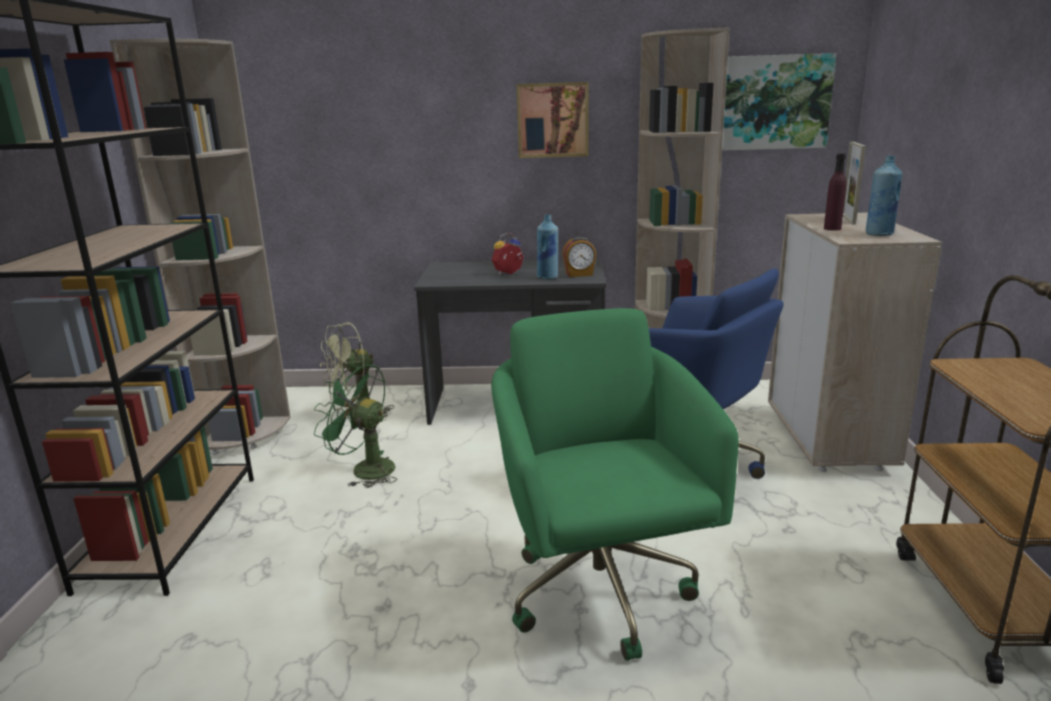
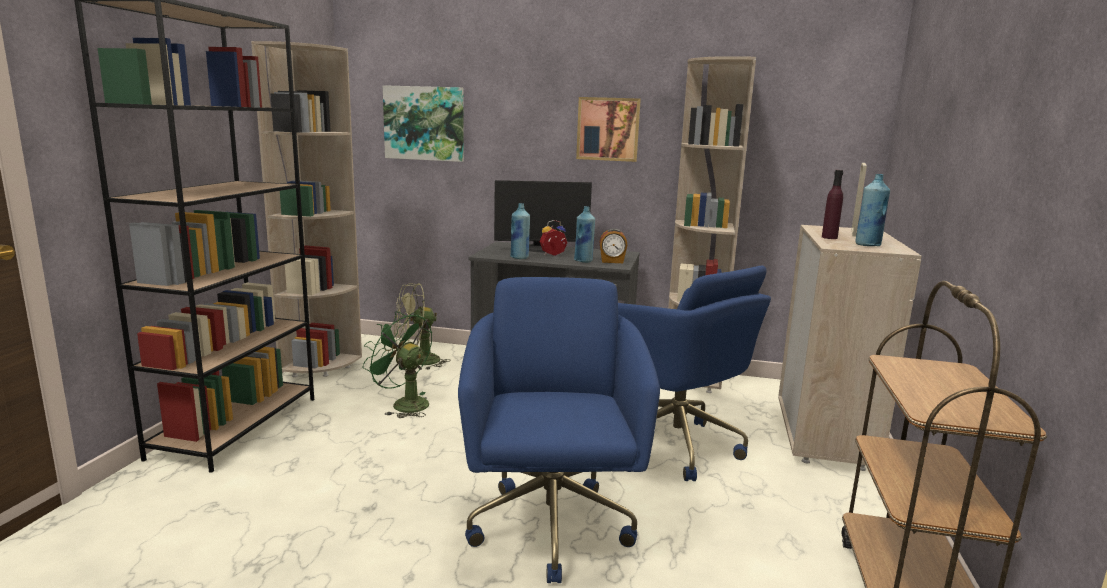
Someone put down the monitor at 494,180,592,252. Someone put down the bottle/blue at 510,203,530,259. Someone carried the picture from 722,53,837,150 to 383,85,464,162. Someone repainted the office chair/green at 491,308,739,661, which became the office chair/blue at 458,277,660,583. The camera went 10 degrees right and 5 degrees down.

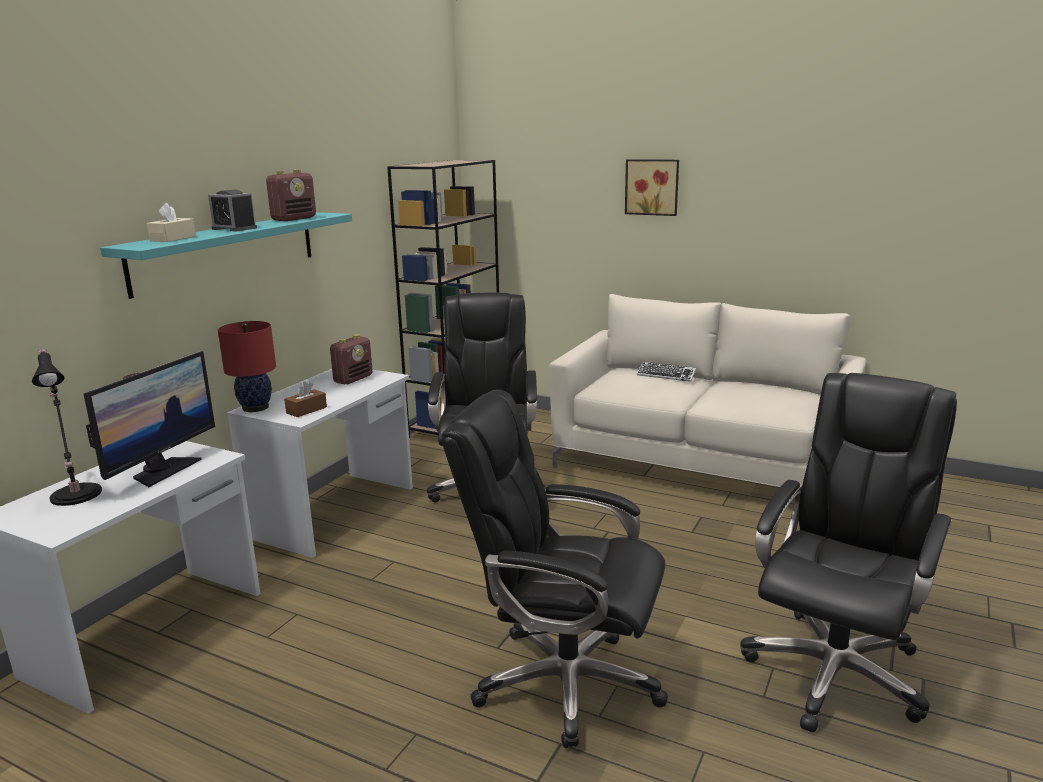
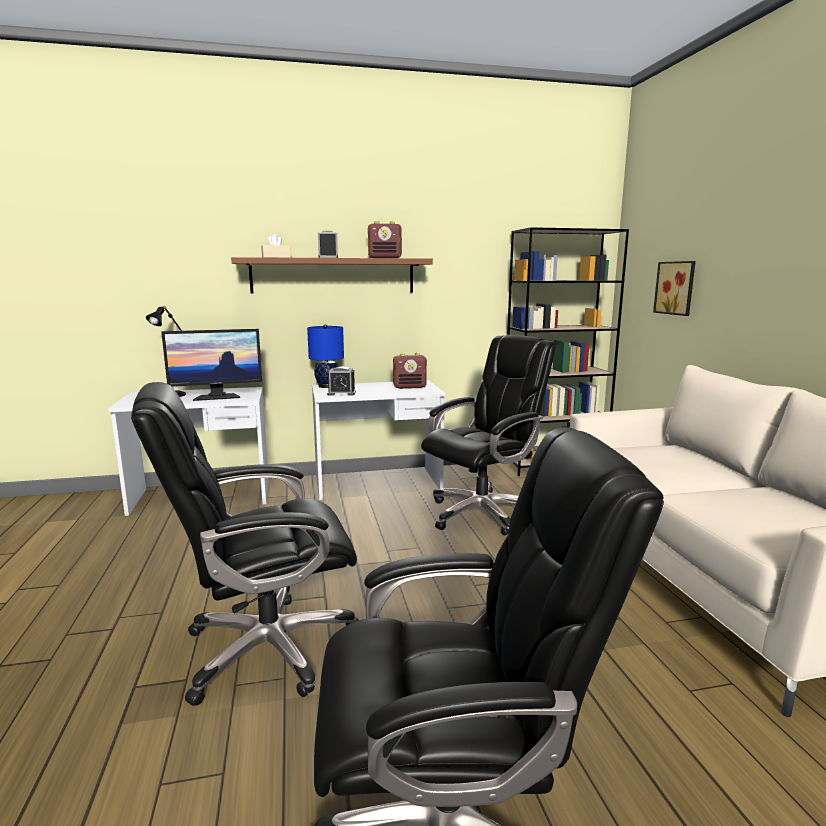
Someone took away the keyboard at 637,362,696,382. Someone carried the picture from 625,159,679,216 to 653,261,696,316. Someone swapped the tissue box/brown at 284,381,327,417 for the alarm clock at 327,366,356,395. Someone repainted the shelf/turquoise at 100,212,352,299, which became the shelf/brown at 231,257,433,294. Someone repainted the table lamp/red at 218,321,276,412, which became the table lamp/blue at 307,324,344,388. Someone rotated the office chair/black at 441,390,668,748 by 90 degrees counterclockwise. The camera went 50 degrees right and 5 degrees down.

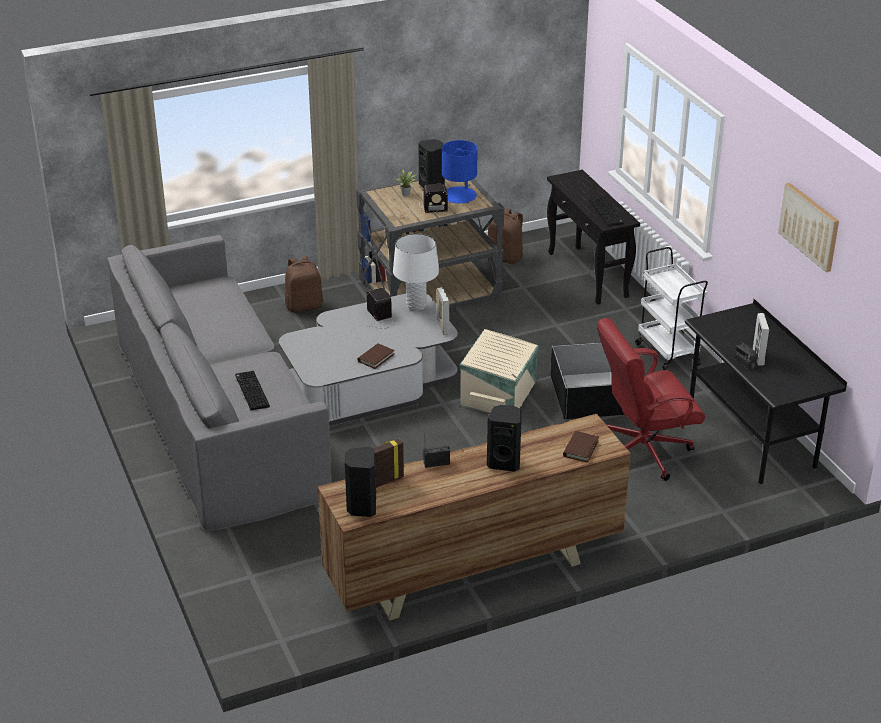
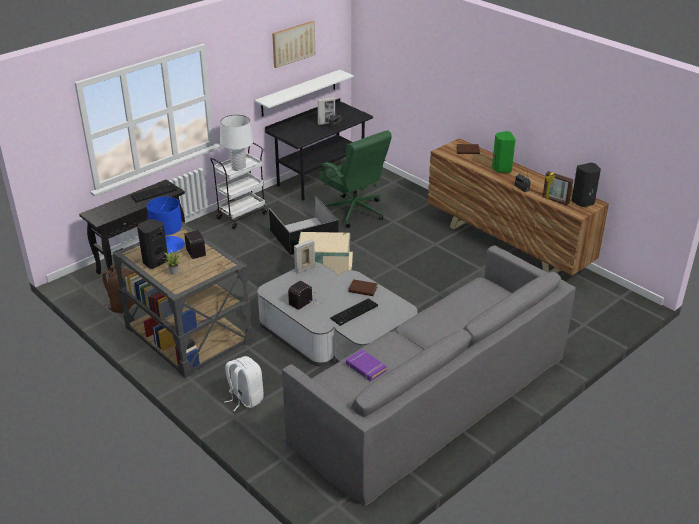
Someone put up the shelf/white at 255,70,354,117. Someone put down the book/purple at 346,350,387,381. Someone carried the keyboard from 235,371,270,410 to 331,298,378,326. Someone carried the table lamp/white from 393,233,439,311 to 220,115,254,171. Someone repainted the backpack/brown at 285,256,323,313, which became the backpack/white at 224,356,264,411. Someone repainted the speaker/black at 487,405,521,472, which became the speaker/green at 492,131,516,173. Someone repainted the office chair/red at 597,318,705,481, which became the office chair/green at 319,130,392,228. The camera went 110 degrees left and 0 degrees up.

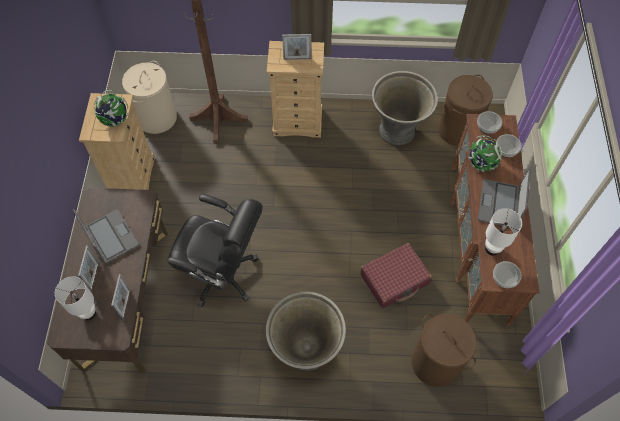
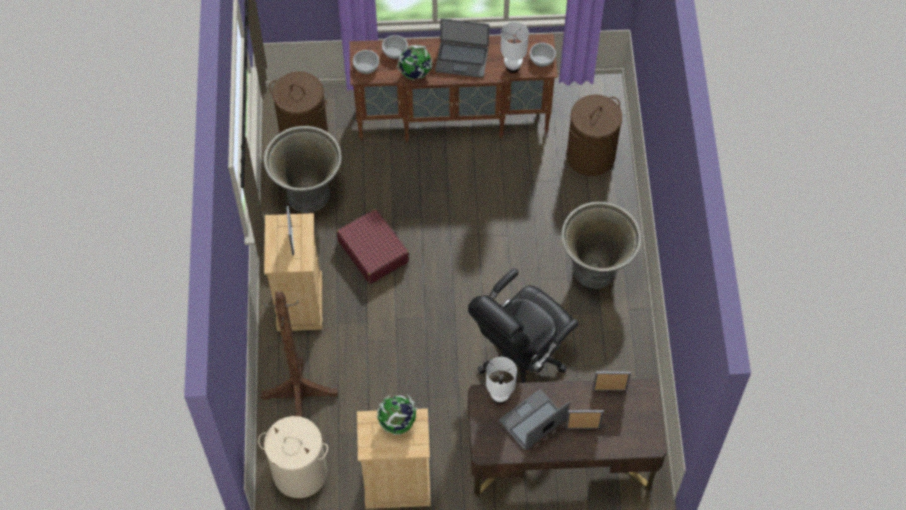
Someone carried the table lamp/white from 55,276,96,320 to 486,357,517,404. Someone carried the suitcase/red from 360,243,432,308 to 337,209,409,284. Someone rotated the office chair/black at 167,194,263,308 by 150 degrees counterclockwise. The camera went 95 degrees left and 0 degrees up.

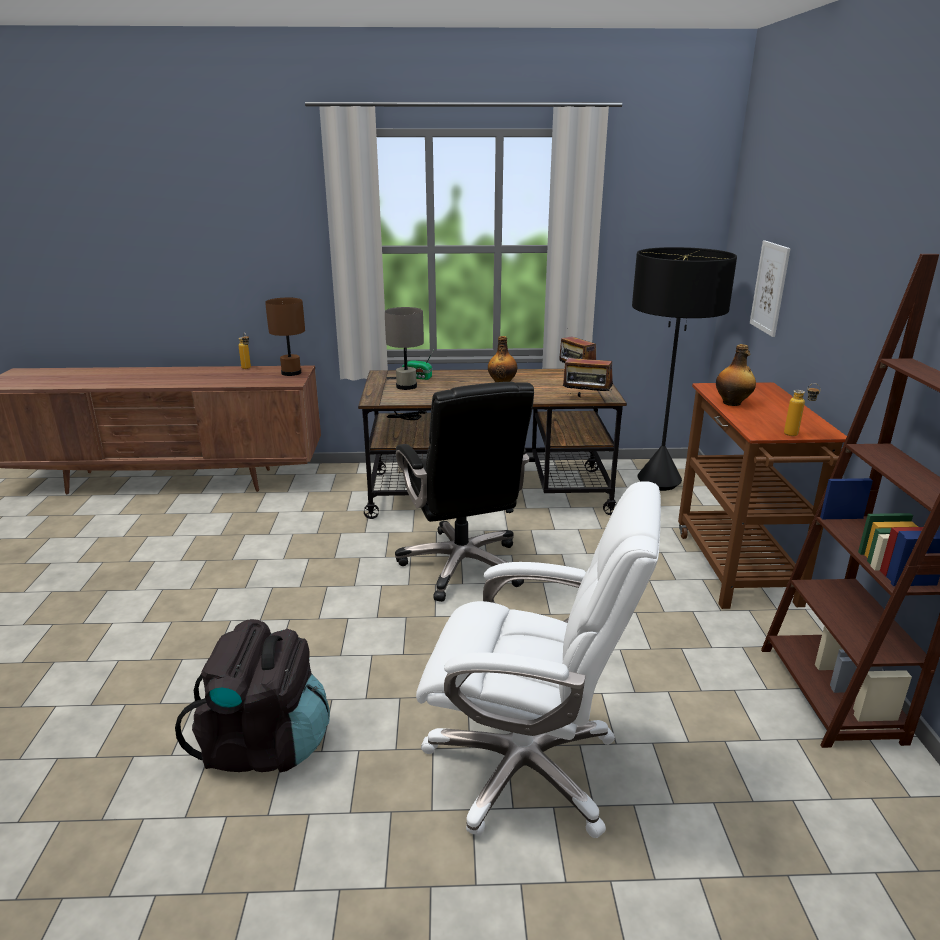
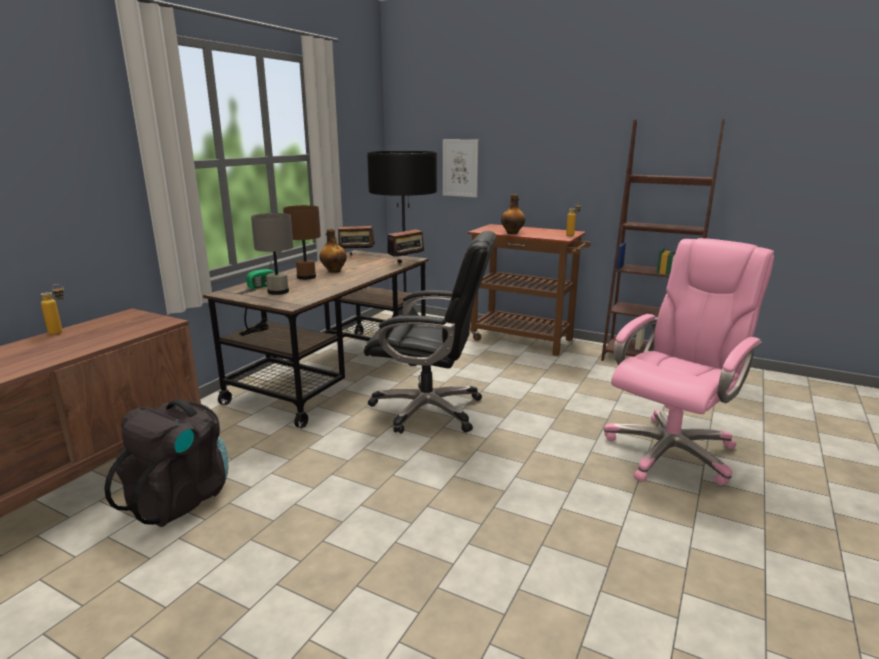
Someone carried the backpack/black from 175,619,330,773 to 104,399,228,527. Someone carried the table lamp/brown from 265,298,305,376 to 283,205,321,280. Someone repainted the office chair/white at 416,481,661,838, which became the office chair/pink at 604,238,774,485. The camera went 60 degrees left and 5 degrees down.

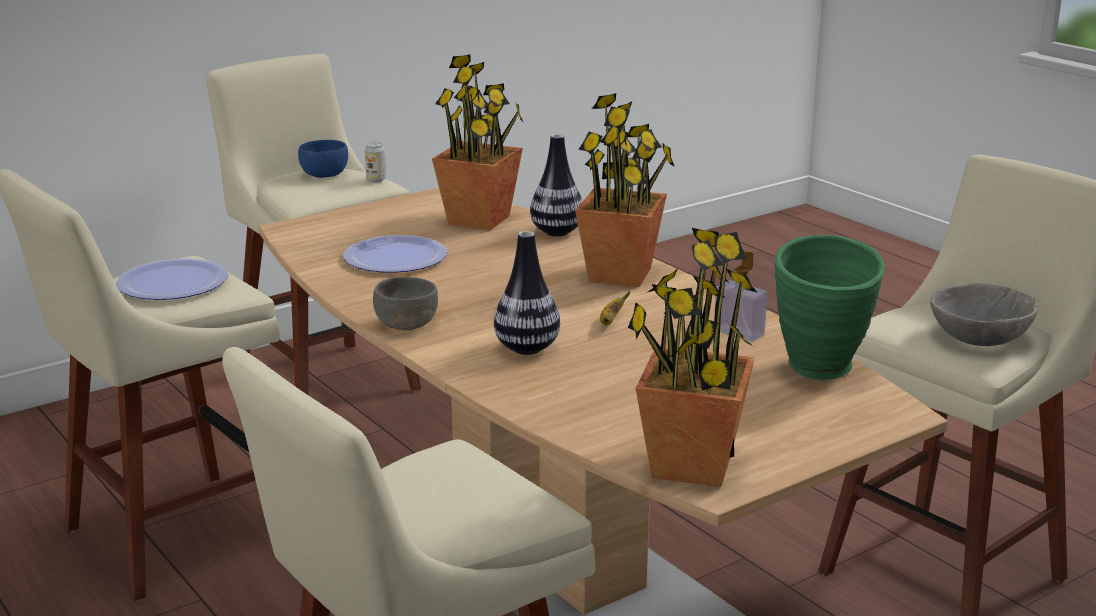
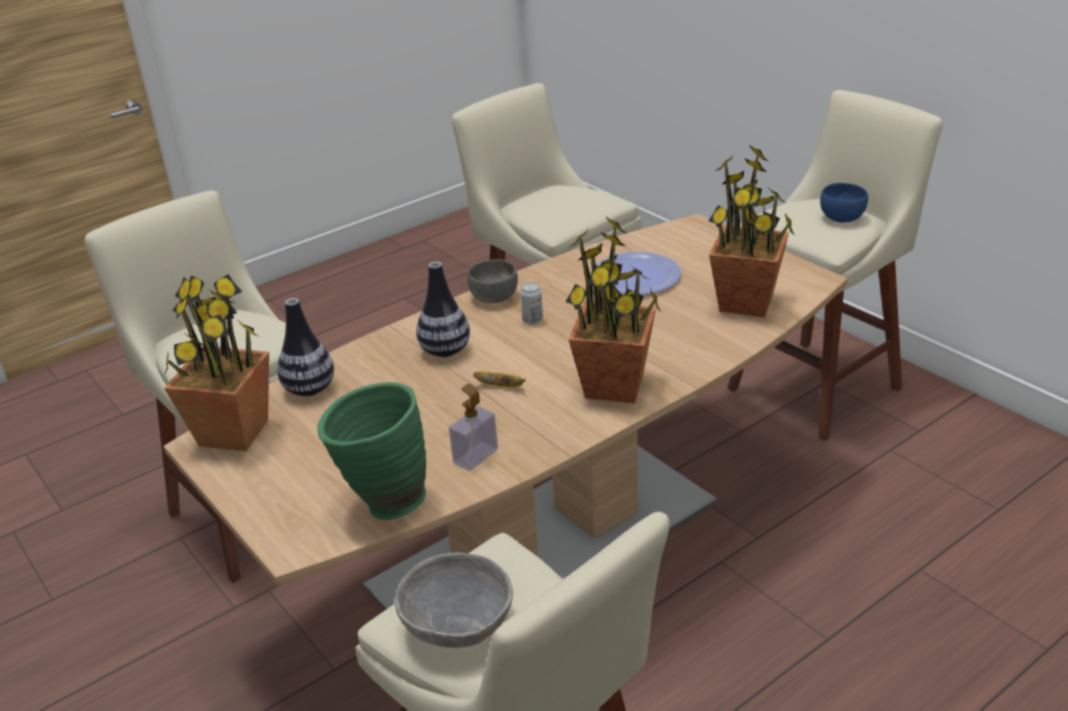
Someone took away the plate at 116,258,228,300. Someone carried the can from 365,142,386,182 to 520,283,543,324. Someone carried the vase from 530,134,583,236 to 277,298,334,396. The camera went 90 degrees right and 10 degrees up.

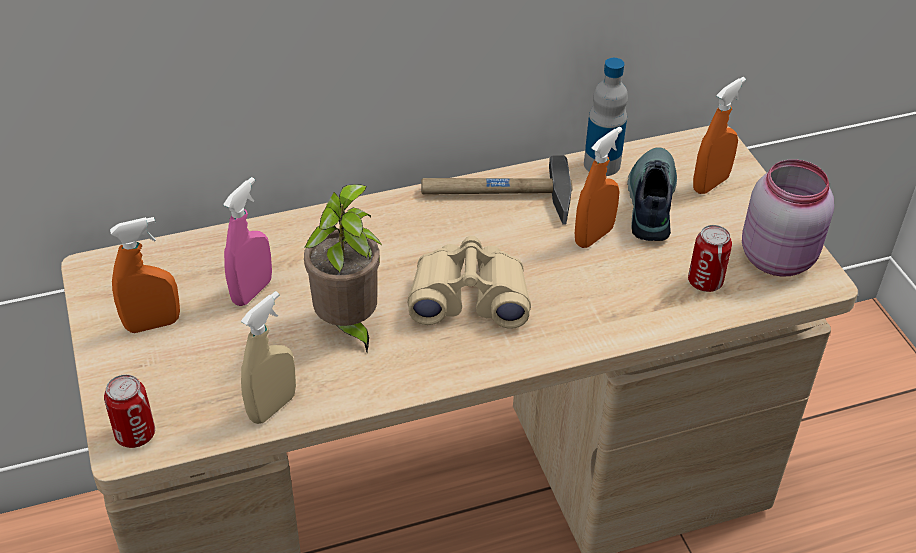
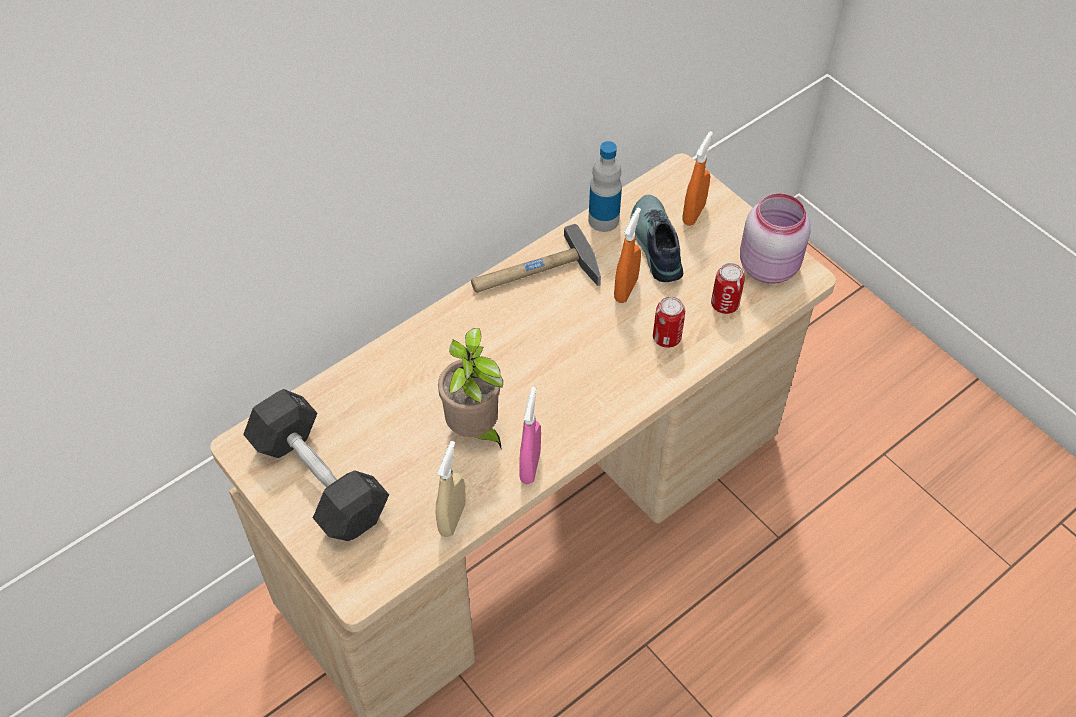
Someone took away the binoculars/beige at 407,236,531,329. Someone carried the can from 104,374,155,448 to 653,296,685,348. Someone carried the spray bottle/pink from 223,177,272,306 to 519,387,541,484. Someone swapped the spray bottle/orange at 110,217,180,333 for the dumbbell/grey at 243,389,389,541. The camera went 20 degrees left and 10 degrees up.

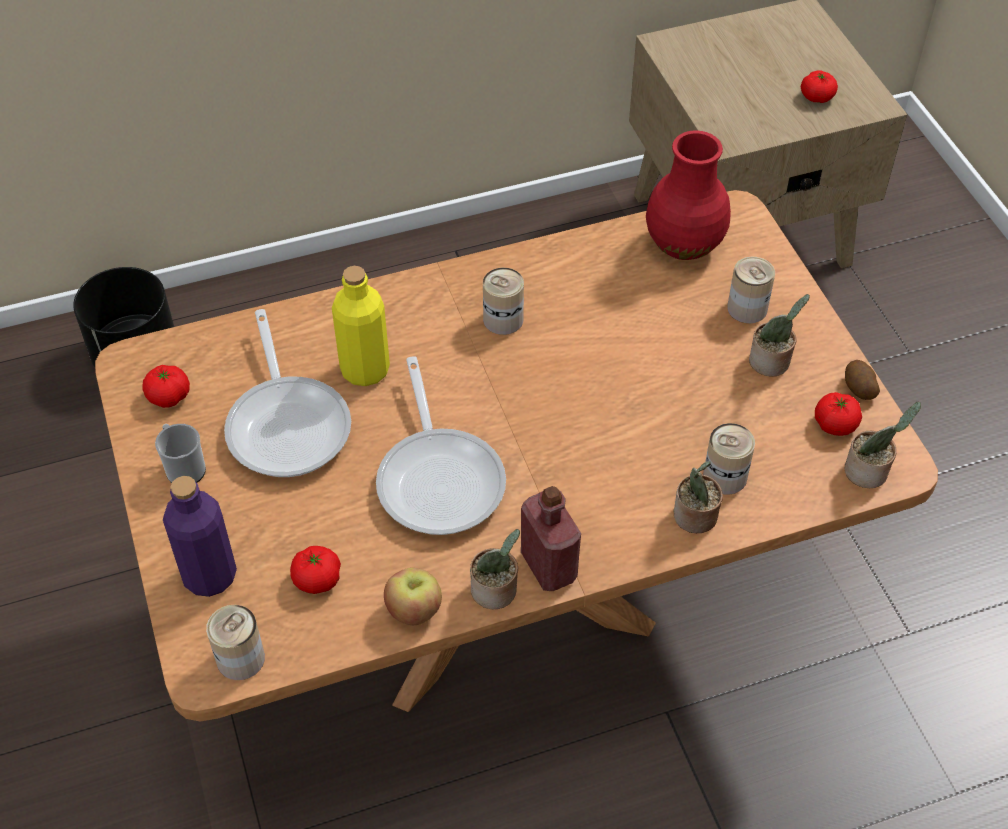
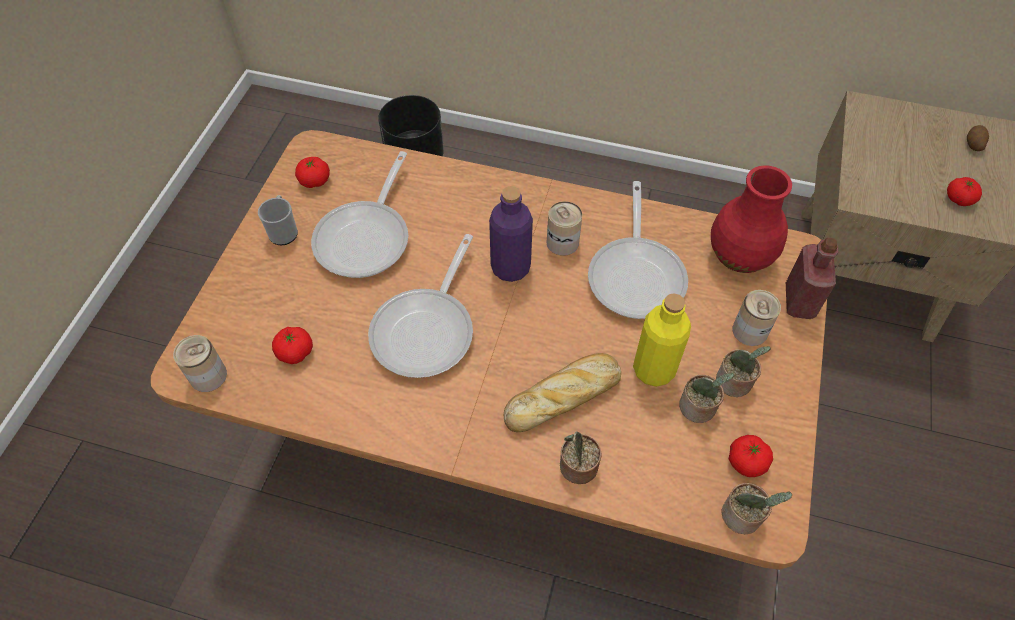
Someone took away the apple at 384,568,442,625. Someone took away the can at 703,423,755,495. Someone put down the bread at 504,353,621,432. Someone put down the frying pan at 588,181,688,319. Someone carried the bottle/purple from 163,476,237,597 to 489,186,533,282. Someone carried the bottle/yellow from 332,266,390,386 to 633,293,691,387. Someone carried the potted plant from 470,529,520,609 to 679,373,734,423. Someone carried the bottle/red from 521,486,581,591 to 786,238,839,319. Someone carried the potato from 845,360,880,400 to 967,125,989,151. The camera went 35 degrees right and 5 degrees up.

